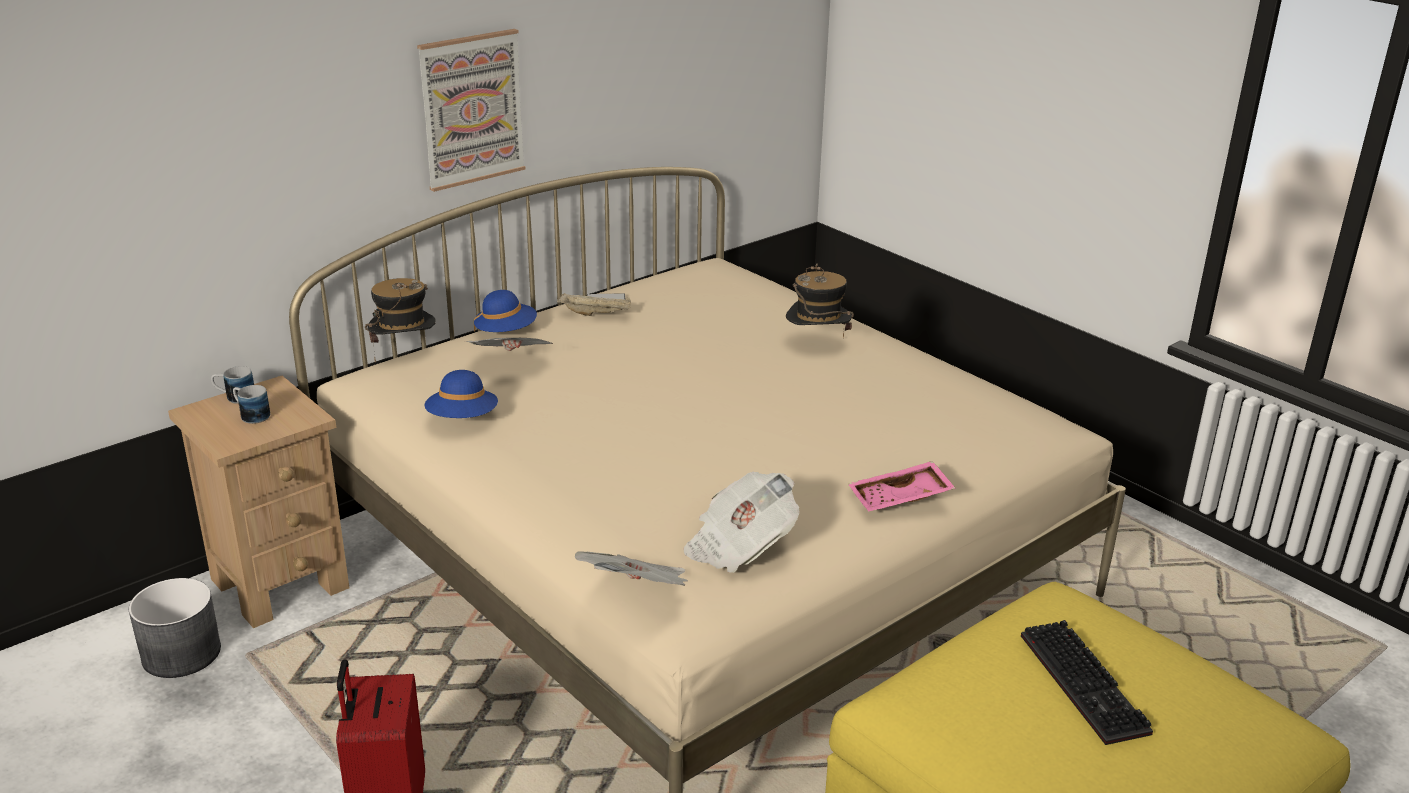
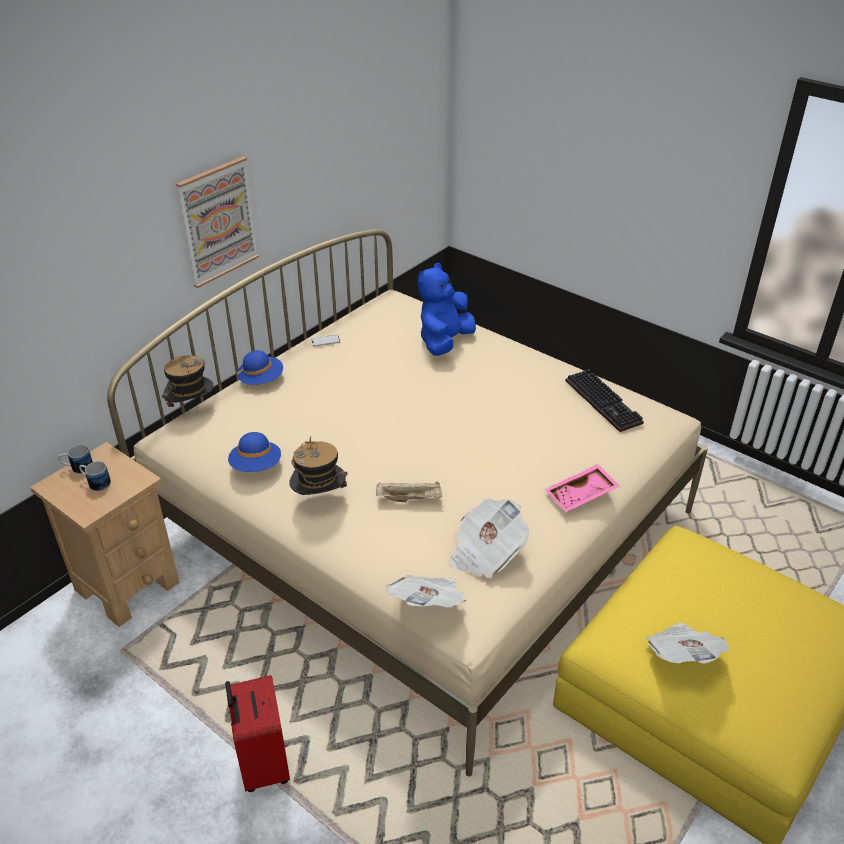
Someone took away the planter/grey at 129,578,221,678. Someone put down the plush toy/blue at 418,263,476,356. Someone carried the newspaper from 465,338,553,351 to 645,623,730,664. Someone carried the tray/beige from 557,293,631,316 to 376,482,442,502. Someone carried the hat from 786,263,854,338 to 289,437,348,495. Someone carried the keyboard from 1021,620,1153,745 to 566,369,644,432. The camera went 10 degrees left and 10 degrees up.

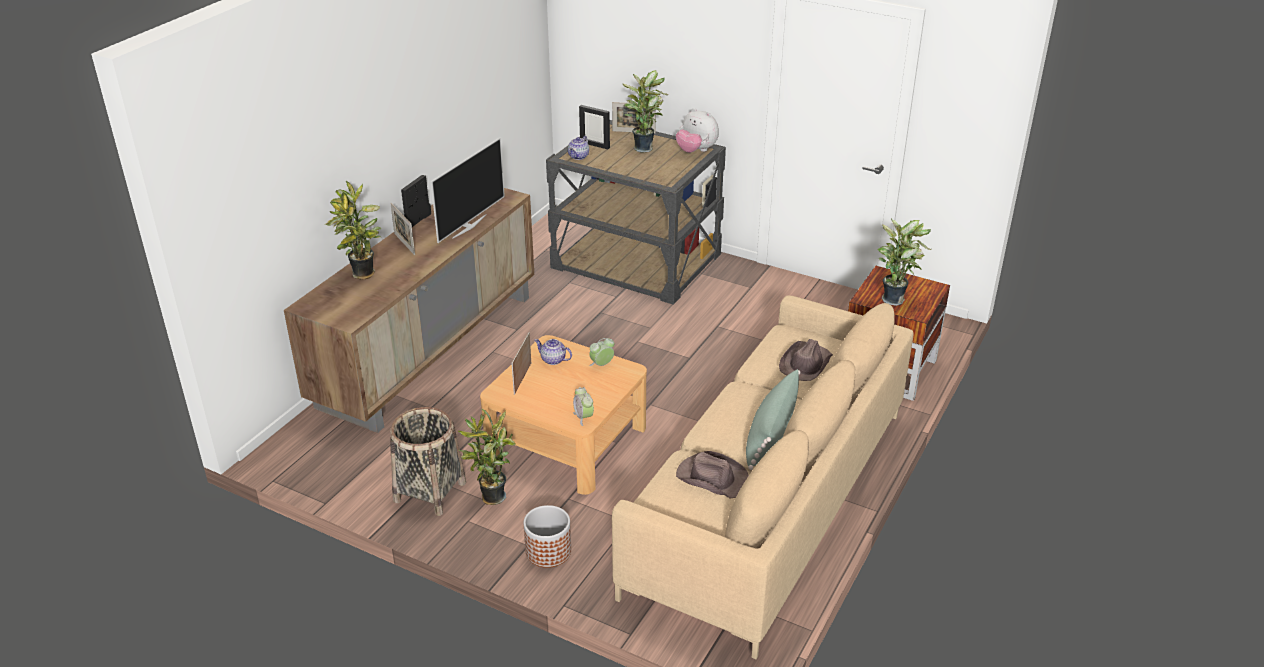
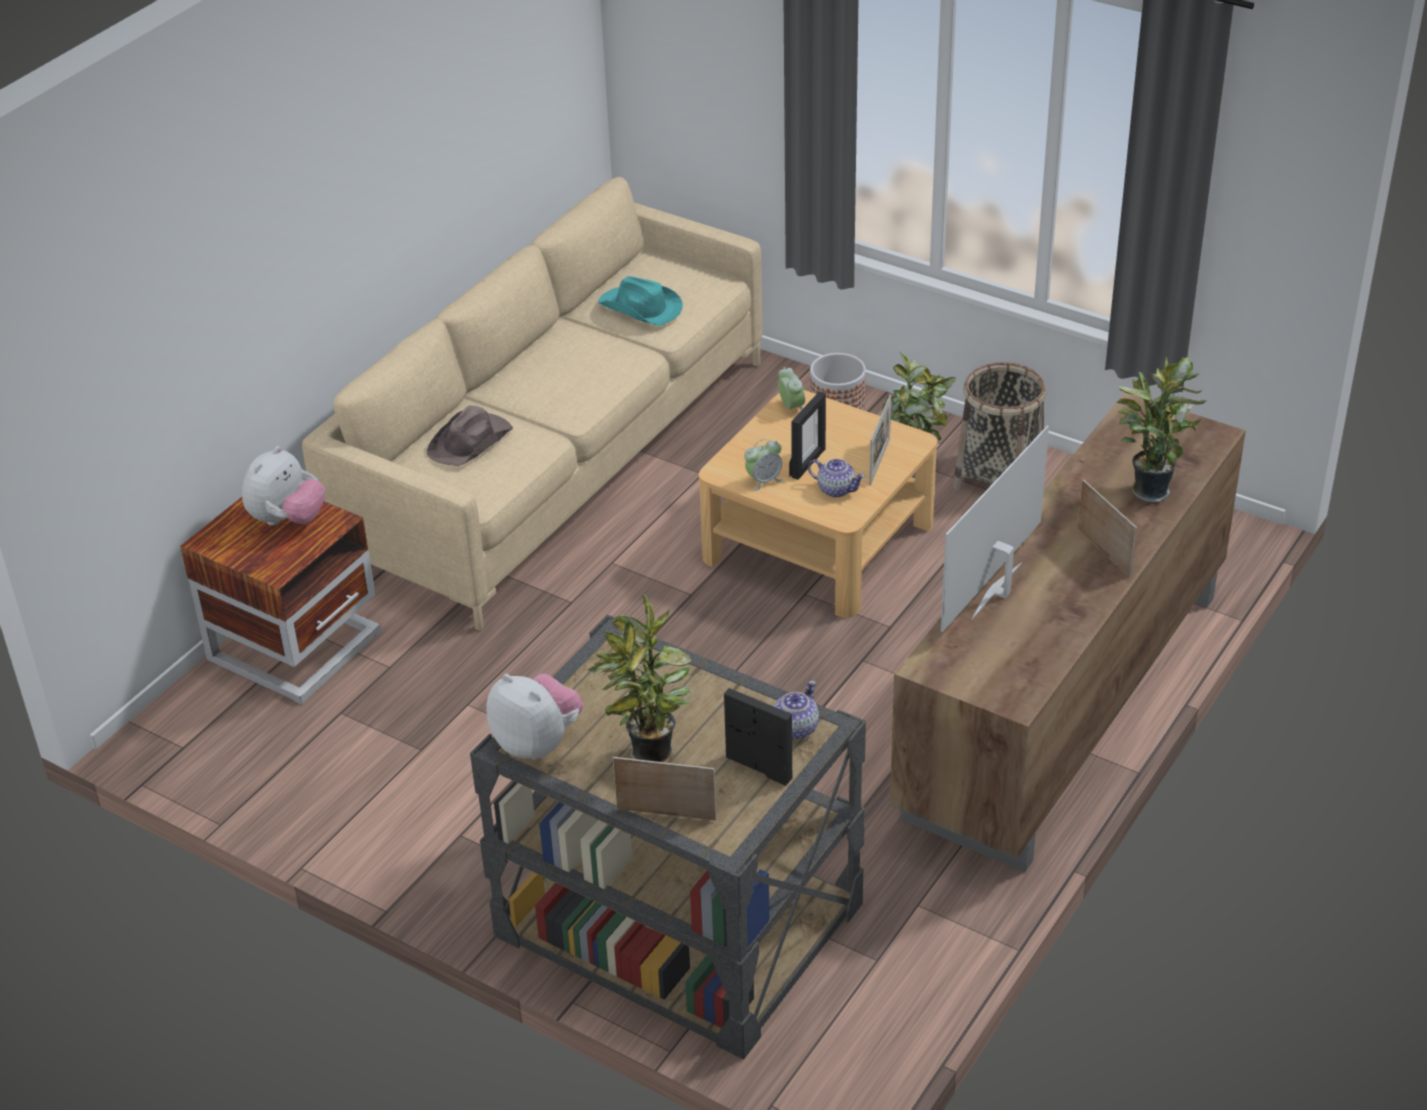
Someone took away the pillow/green at 746,369,800,470. Someone carried the picture frame from 401,175,431,227 to 789,391,826,480. Someone swapped the potted plant at 877,219,931,306 for the plush toy at 242,446,325,525. Someone repainted the hat/brown at 676,451,749,498, which became the hat/turquoise at 598,276,683,326. The camera went 175 degrees left and 5 degrees up.

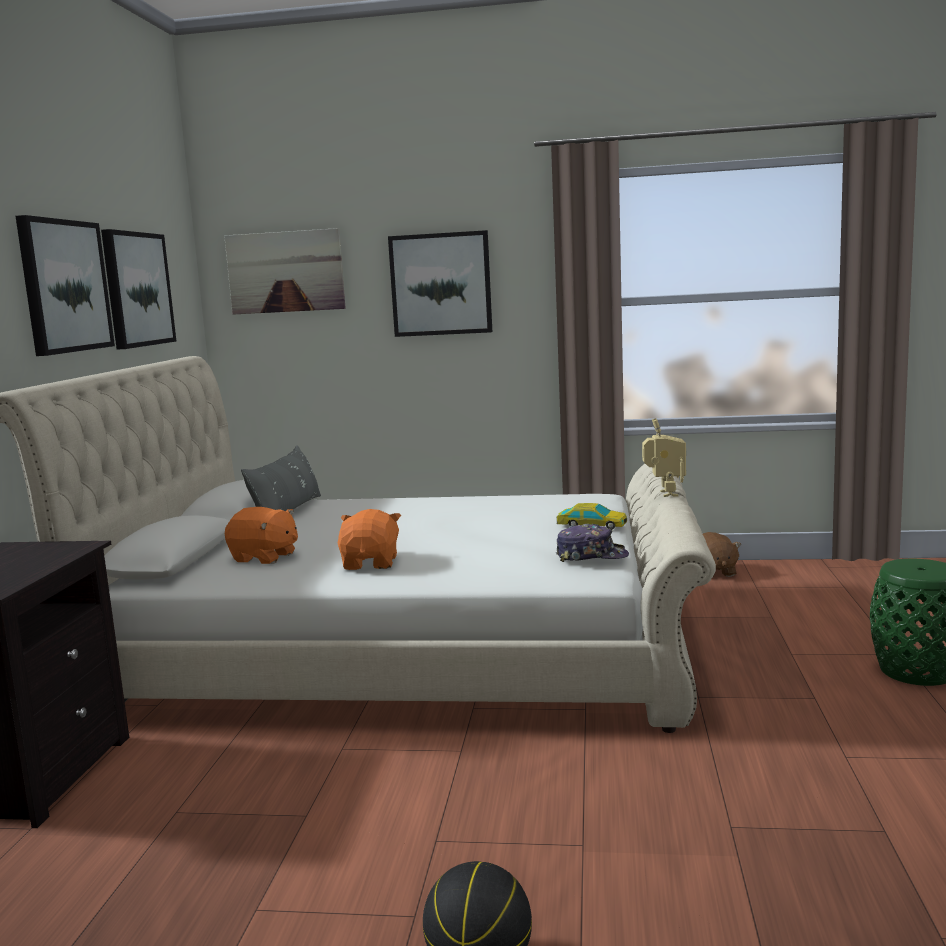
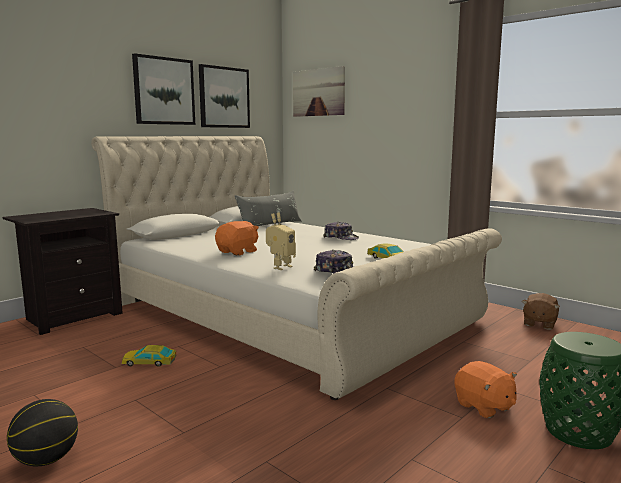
Someone took away the picture at 388,230,492,337. Someone put down the toy car at 122,345,177,367. Someone put down the cap at 324,221,359,240. Someone carried the plush toy/orange from 225,507,298,564 to 455,361,517,418. Someone carried the toy robot from 642,418,686,497 to 266,212,296,270. The camera went 35 degrees right and 0 degrees up.

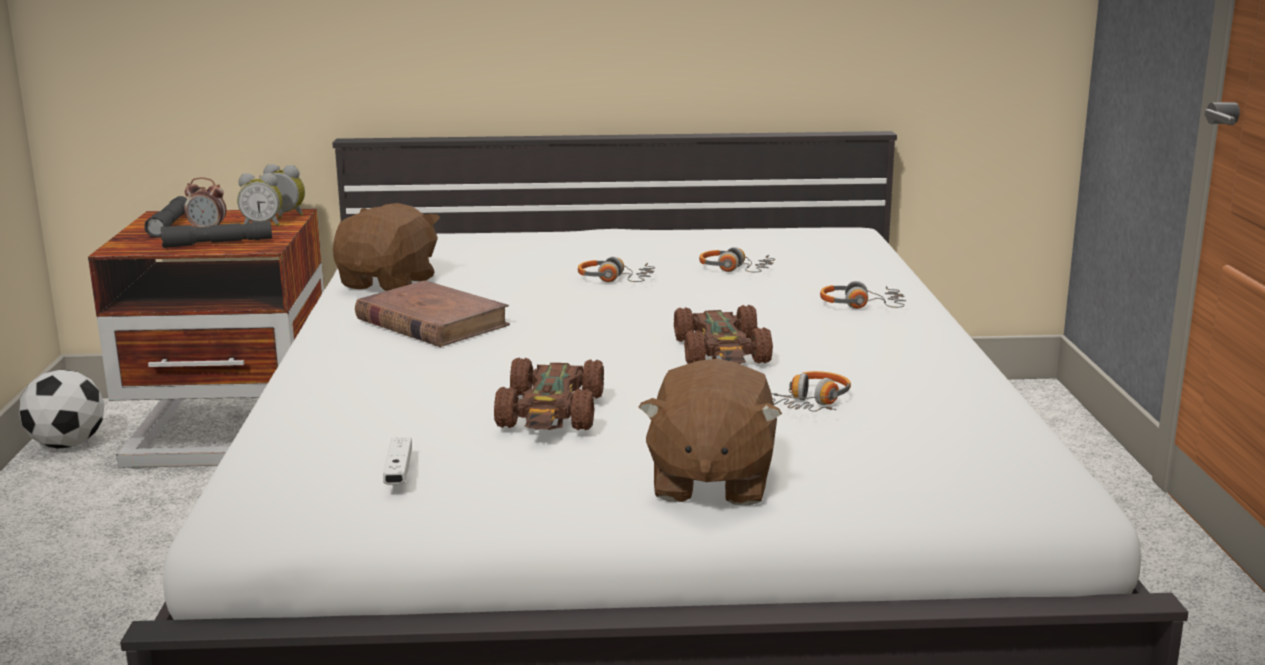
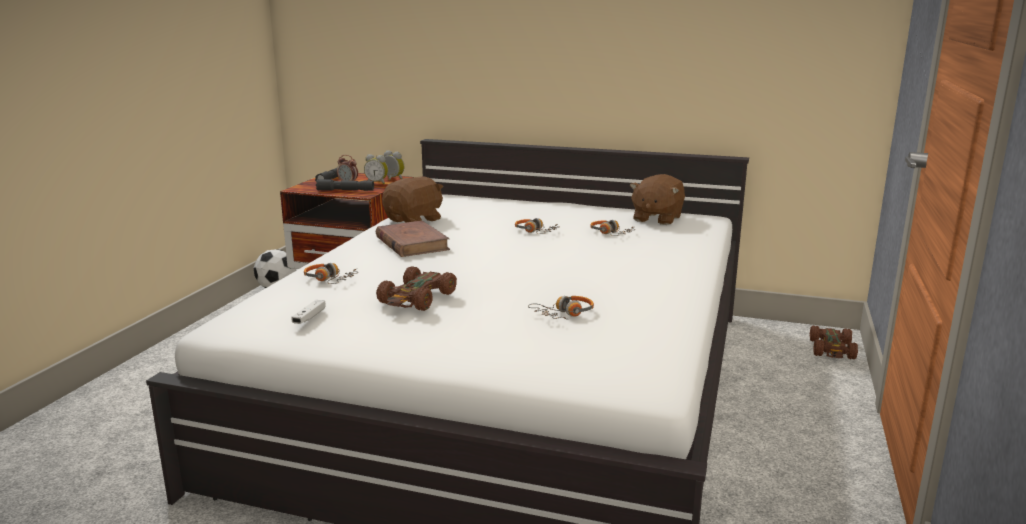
Someone carried the plush toy/brown from 638,359,782,506 to 630,174,685,225. Someone carried the toy car/brown from 674,305,773,364 to 810,325,858,359. Someone carried the headphones from 820,281,907,309 to 304,263,358,284. The camera went 20 degrees right and 0 degrees up.

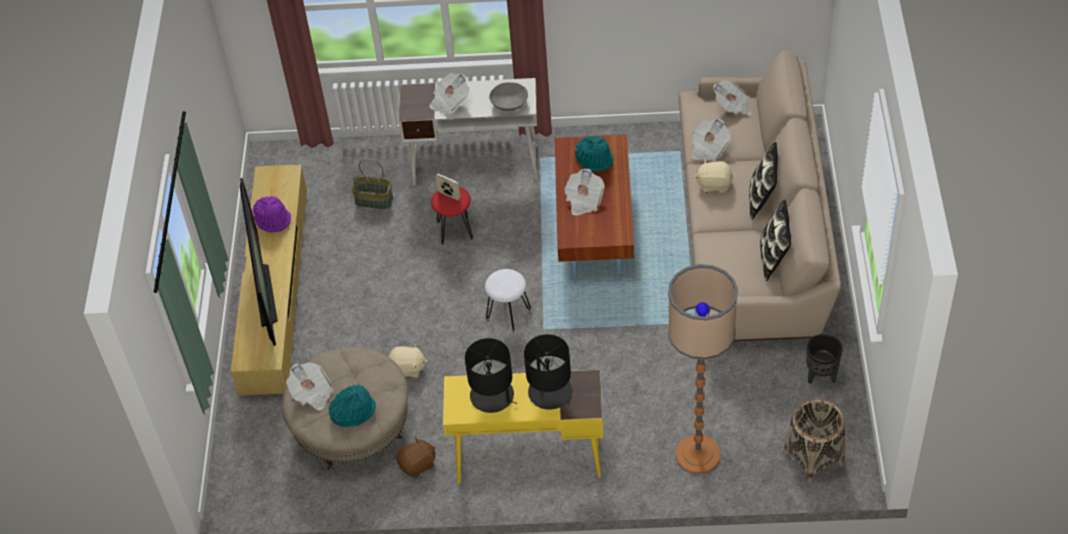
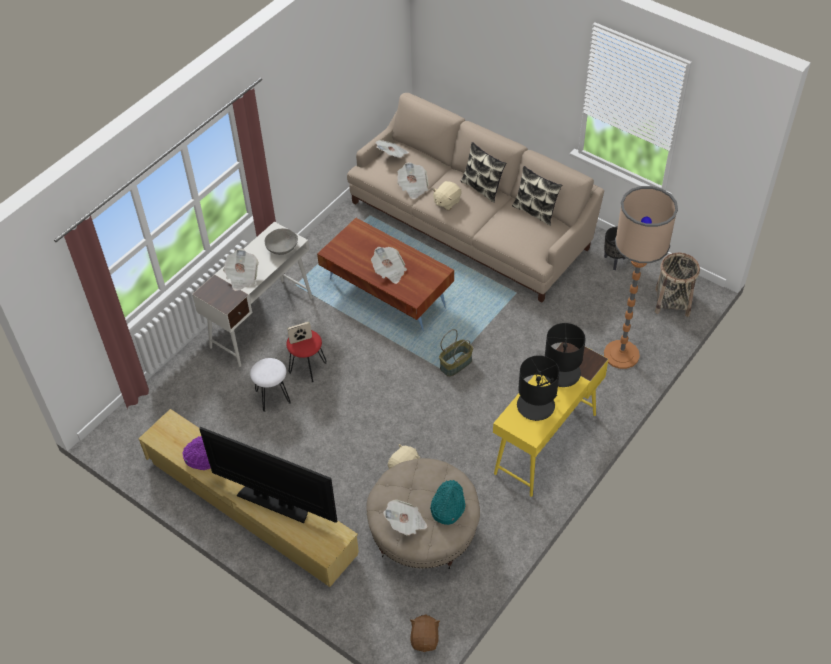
Someone took away the hat/turquoise at 575,136,613,172. Someone carried the basket from 351,159,393,209 to 439,329,473,377. Someone carried the plush toy/brown from 396,437,435,478 to 410,614,440,652. Someone carried the stool/white from 485,269,531,332 to 250,358,291,412. The camera went 55 degrees left and 0 degrees up.

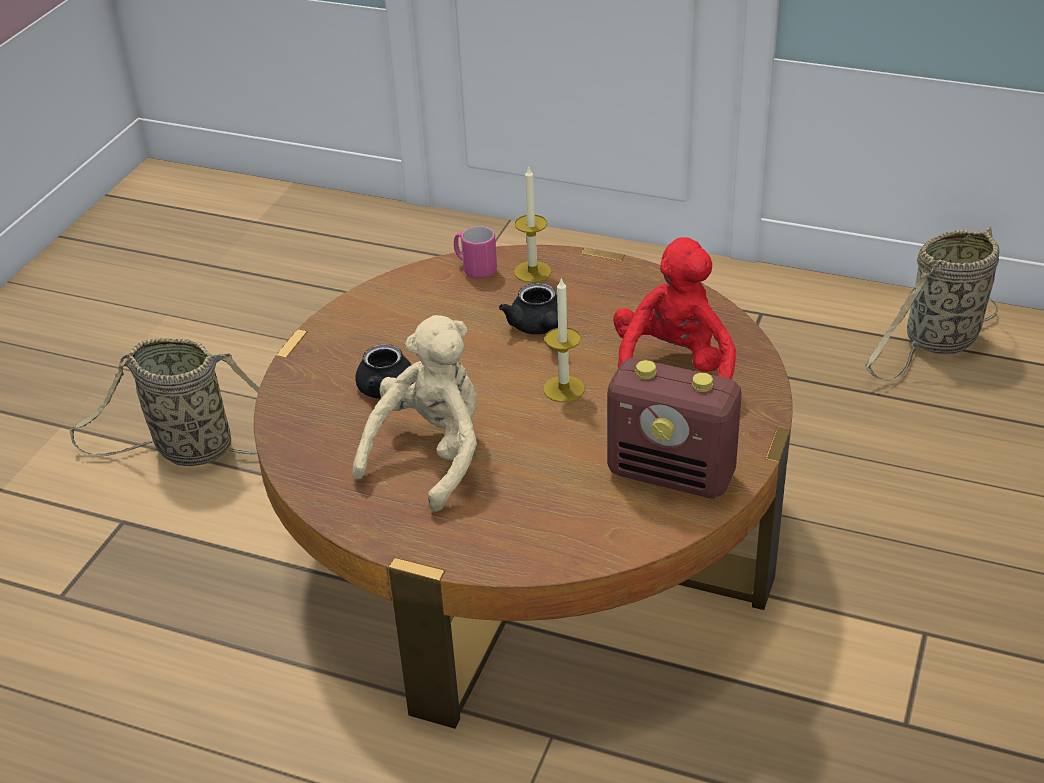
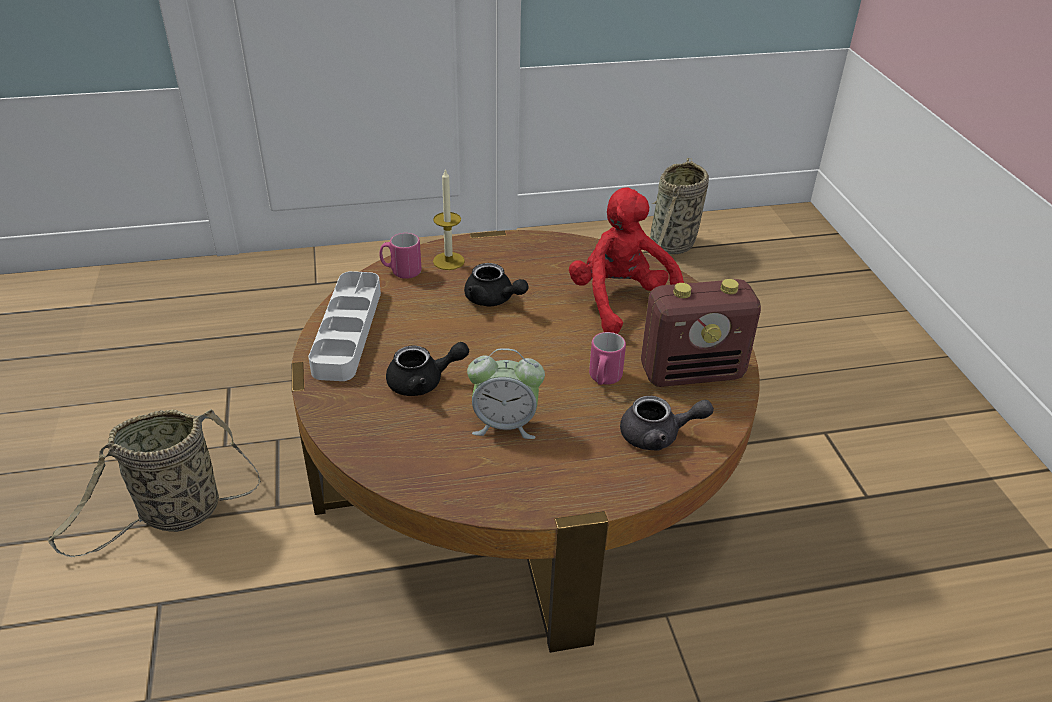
Someone took away the candle at 544,277,585,402. Someone put down the tray/white at 308,271,381,381. Someone put down the mug/pink at 589,332,626,385. Someone put down the teapot/grey at 620,396,714,451. Someone swapped the plush toy/beige at 353,315,477,512 for the alarm clock at 467,348,545,439. The camera went 35 degrees left and 0 degrees up.

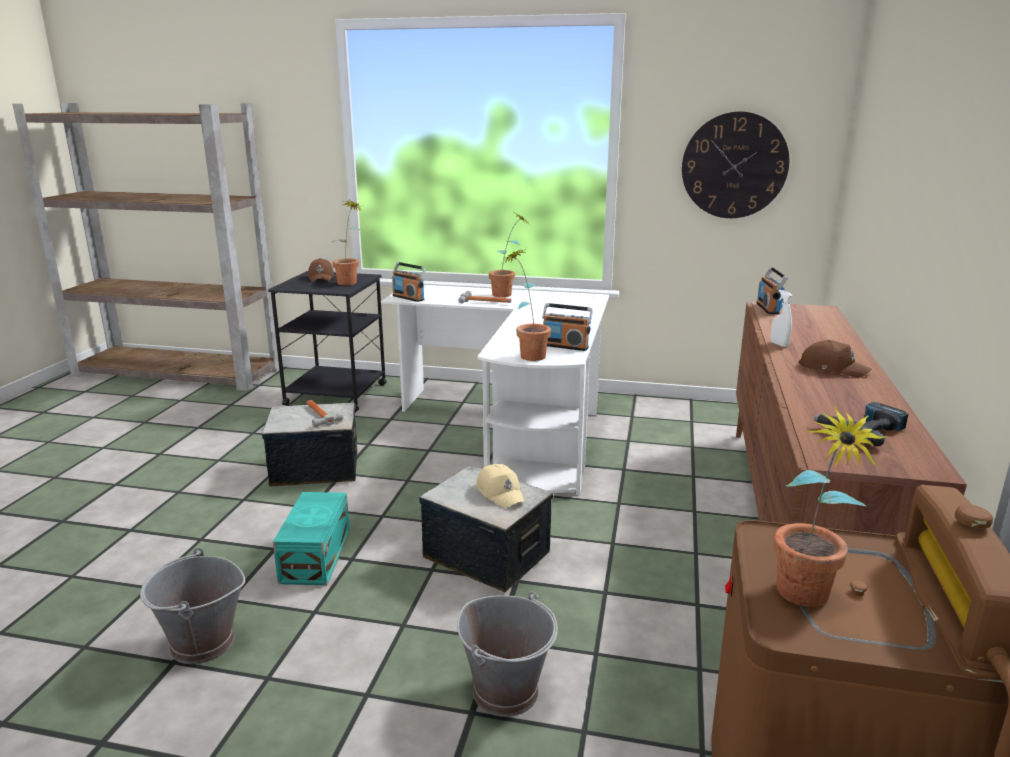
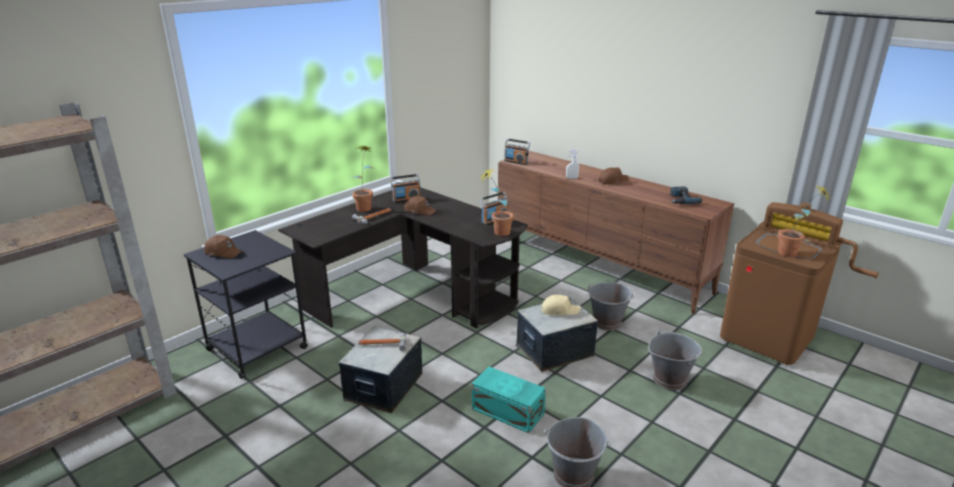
Someone took away the potted plant at 332,200,362,285. Someone took away the wall clock at 682,112,789,218. Someone put down the cap/brown at 404,196,437,216. Someone put down the bucket/grey at 587,282,634,331. Someone carried the radio from 392,262,426,302 to 390,174,421,203. Someone repainted the desk/white at 381,285,609,495, which became the desk/black at 278,188,528,329. The camera went 60 degrees left and 5 degrees up.

